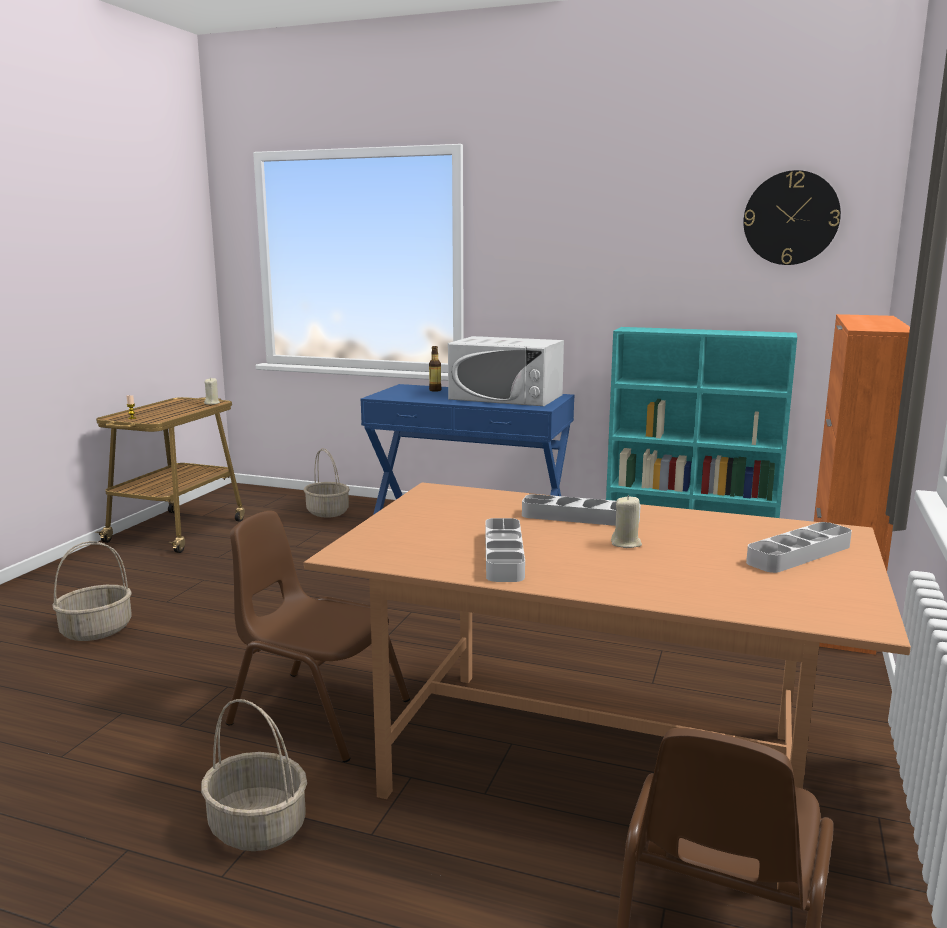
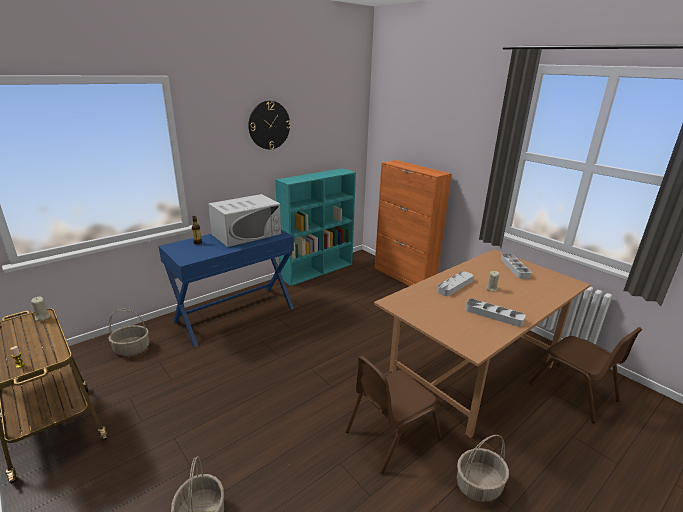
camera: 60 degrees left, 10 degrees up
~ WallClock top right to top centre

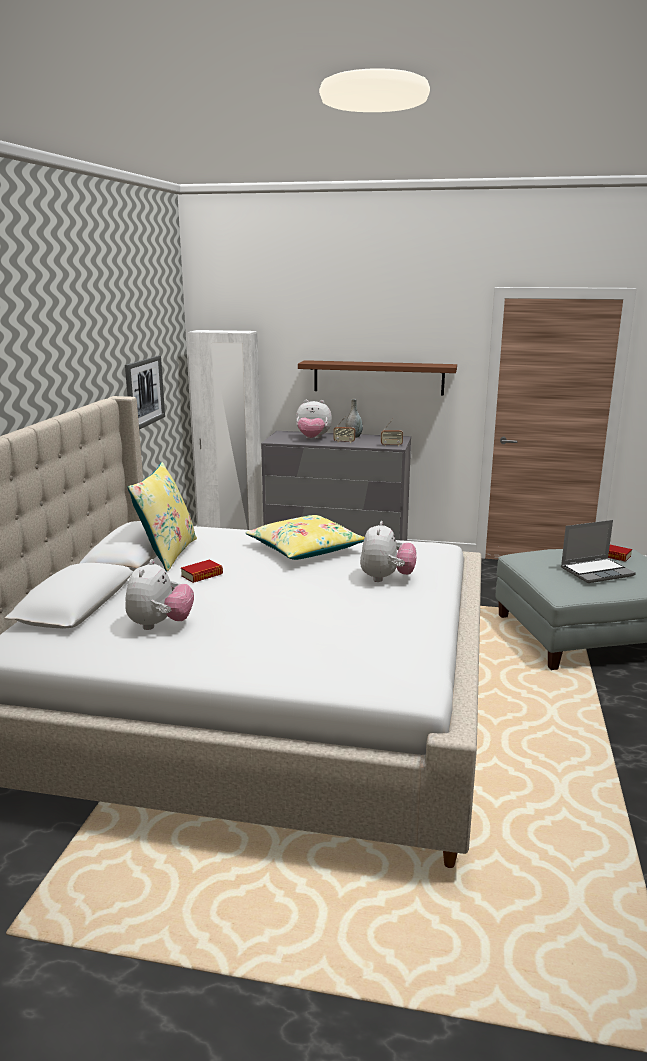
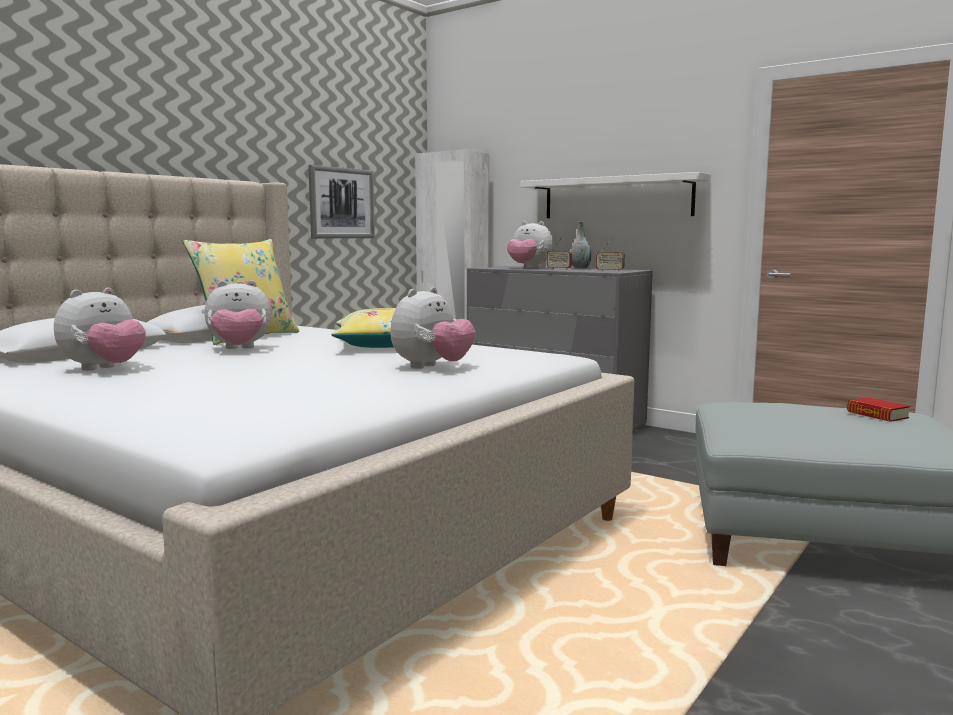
camera: 25 degrees right, 10 degrees down
~ BrownColouredBracketShelf centre to WhiteBracketShelf top centre
- NotebookComputer middle right
~ BoundBook (1st from left) middle left to SoftToy (2nd from left) middle left

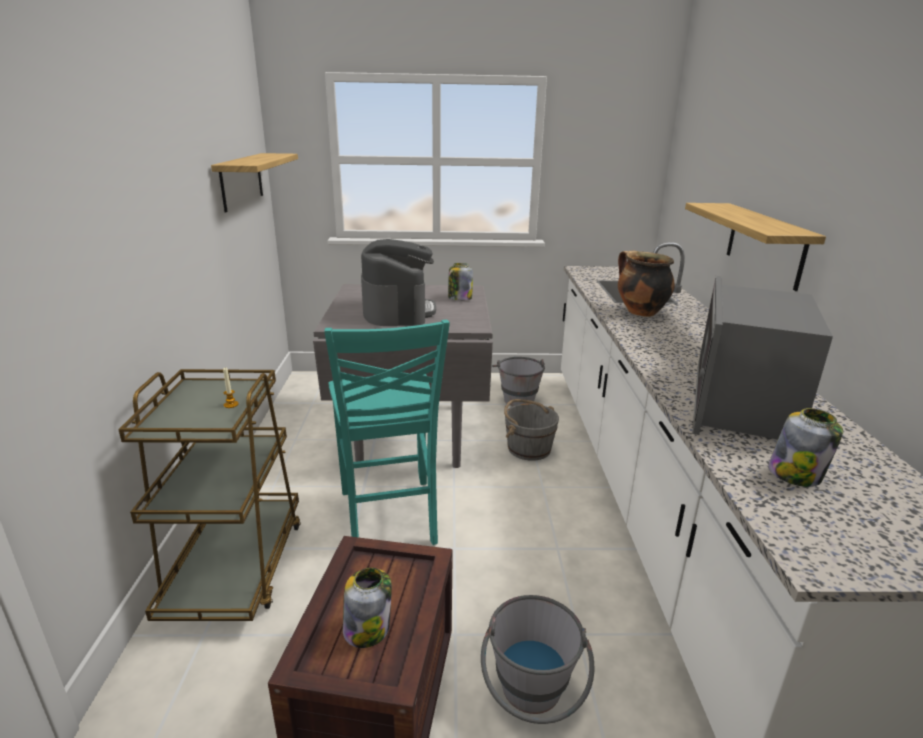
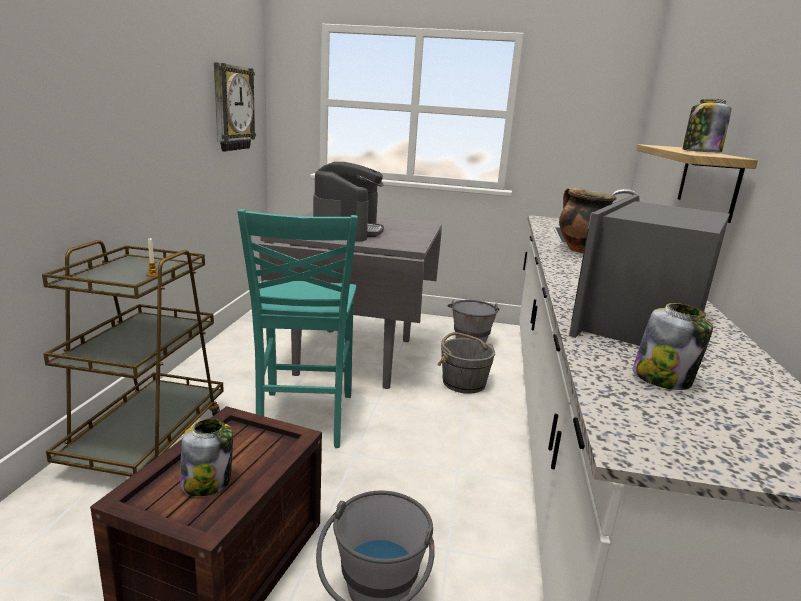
camera: 10 degrees right, 5 degrees down
~ BracketShelf (1st from left) top left to WallClock top left
~ Jar (2nd from left in the first image) centre to Jar (3rd from left) top right

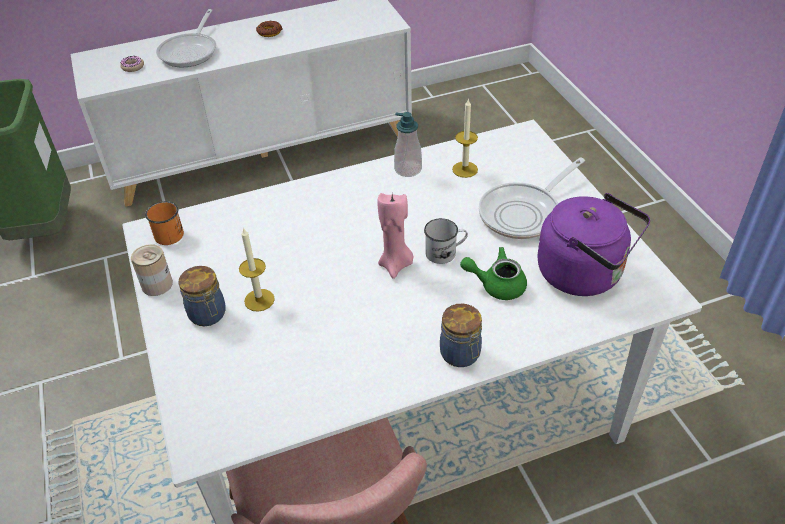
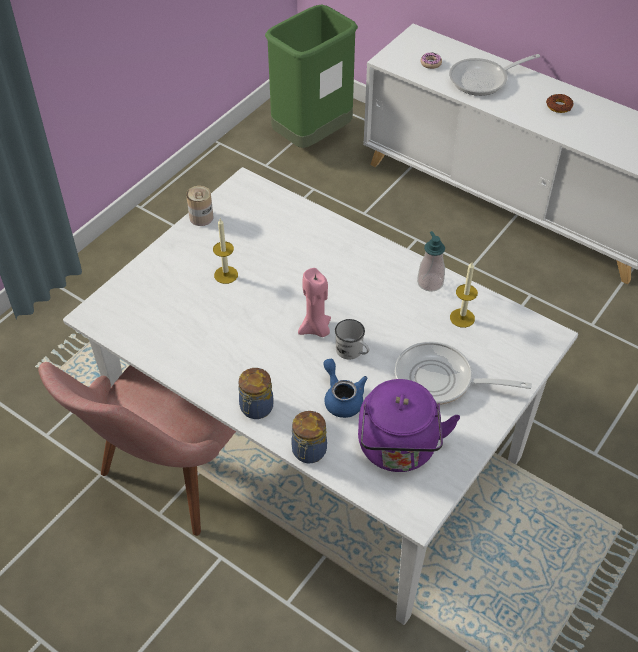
camera: 55 degrees right, 5 degrees up
- OrangeColouredCoffeeMug middle left
~ GreenishTeapot centre to BluishTeapot centre
~ Jar (1st from left in the first image) middle left to Jar (2nd from left) bottom centre

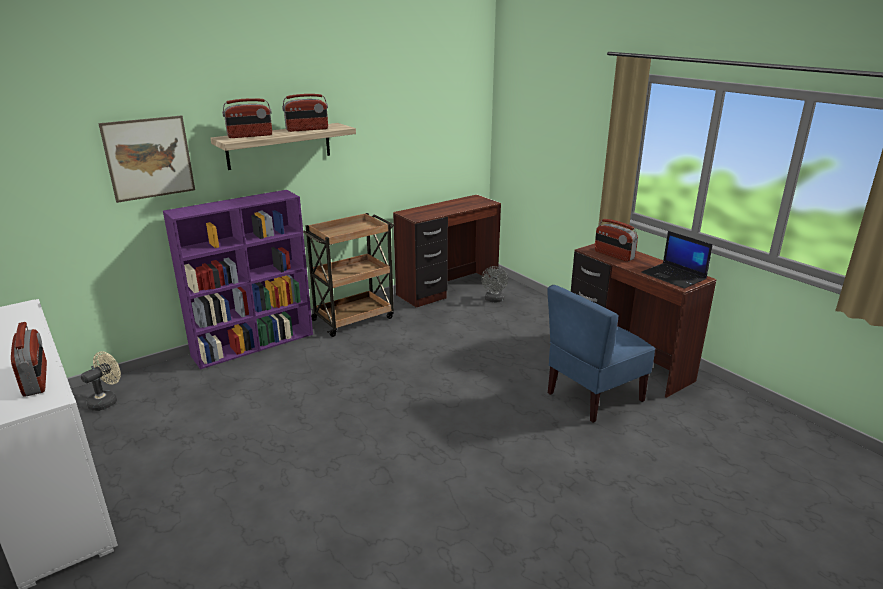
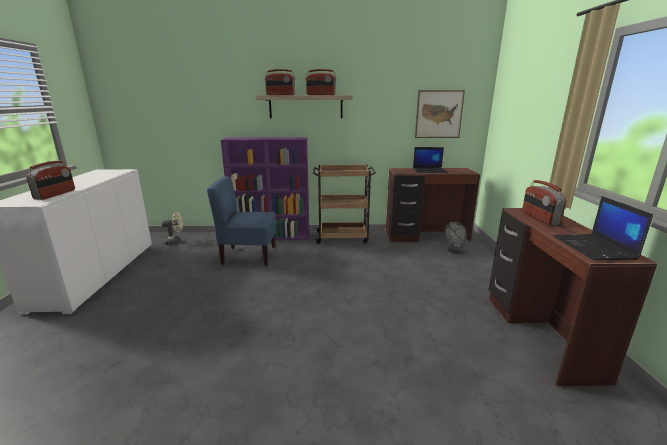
camera: 35 degrees right, 5 degrees down
~ Picture top left to top centre
~ BluishUprightChair middle right to centre
+ NotebookComputer (1st from left) centre

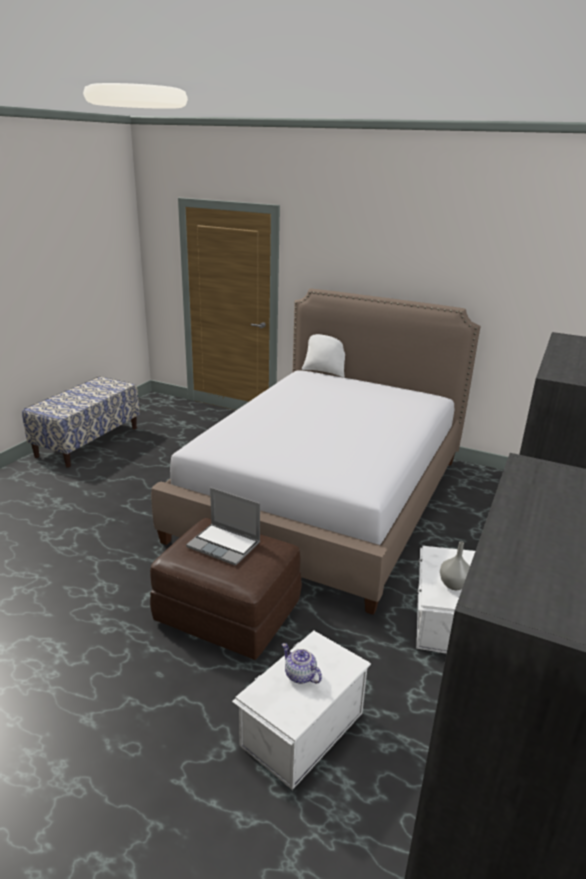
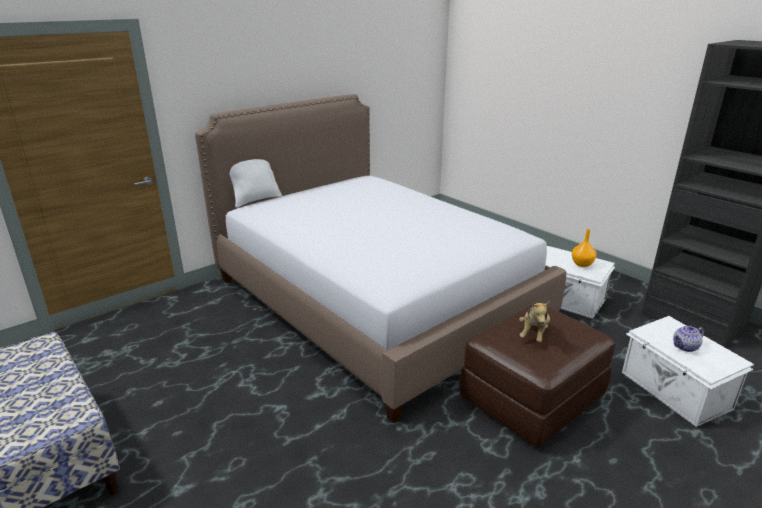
camera: 65 degrees left, 0 degrees up
~ NotebookComputer centre to SoftToy middle right
~ GrayDecorativeVase middle right to OrangeColouredDecorativeVase middle right

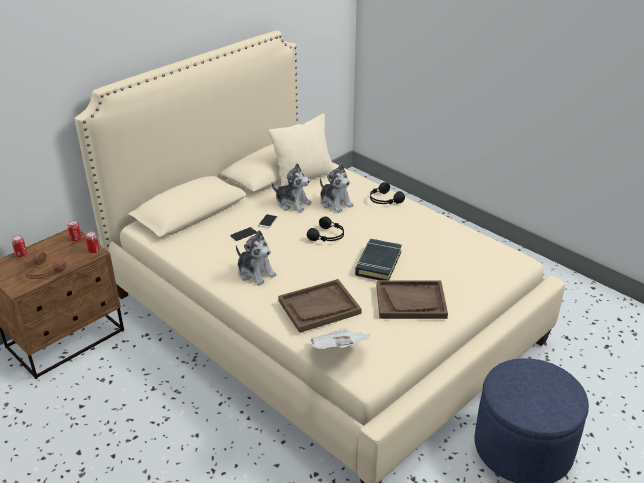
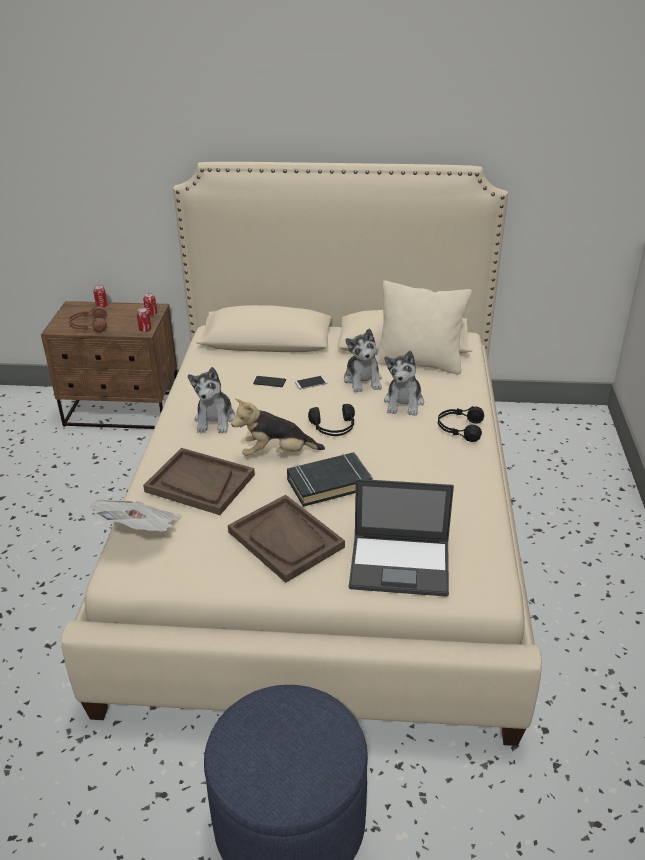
camera: 50 degrees right, 0 degrees up
+ SoftToy (2nd from left) centre
+ NotebookComputer centre

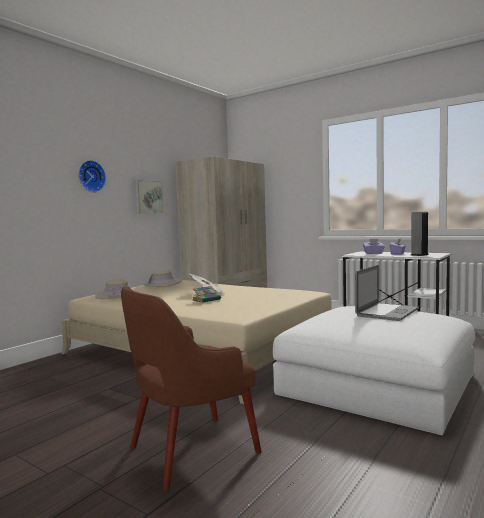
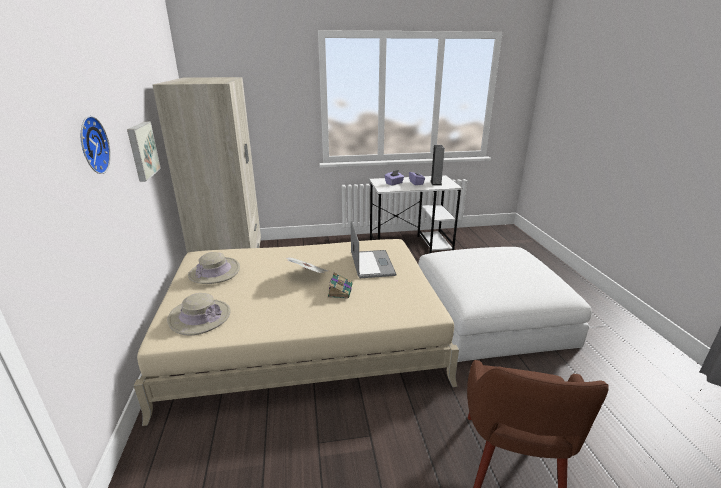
camera: 45 degrees left, 20 degrees up
~ NotebookComputer middle right to centre

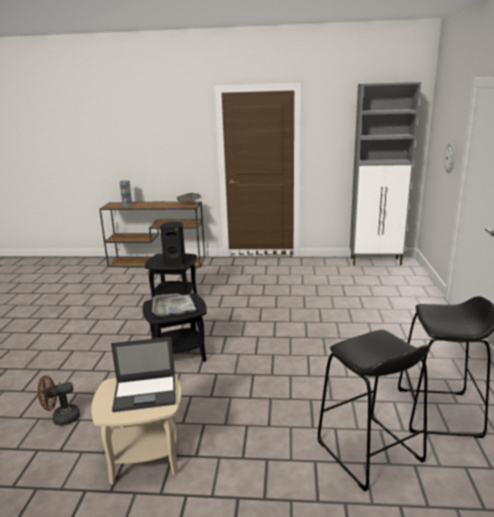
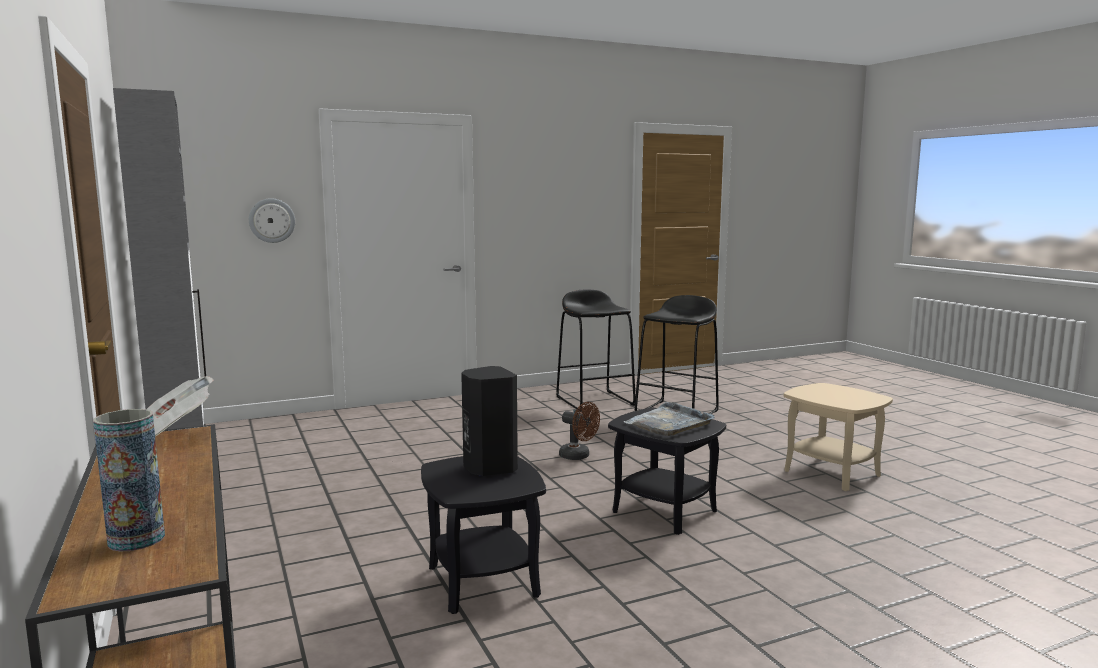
camera: 120 degrees left, 10 degrees down
- NotebookComputer bottom left
~ BrownColouredFan bottom left to centre

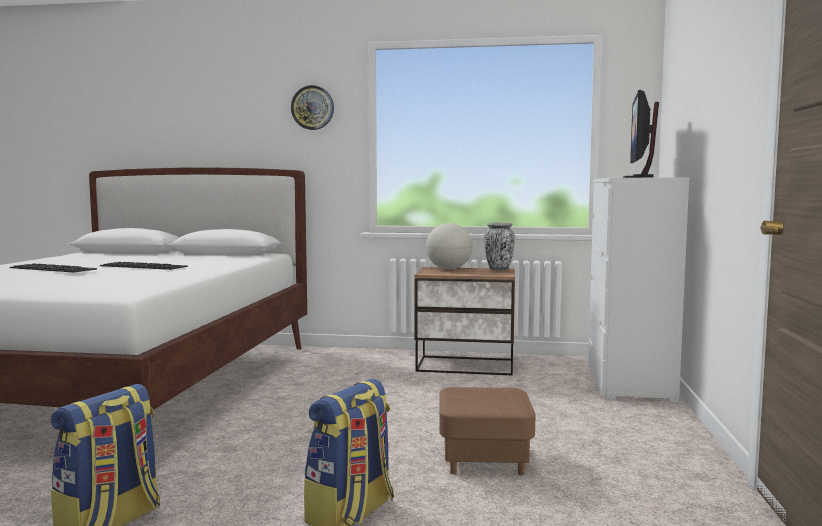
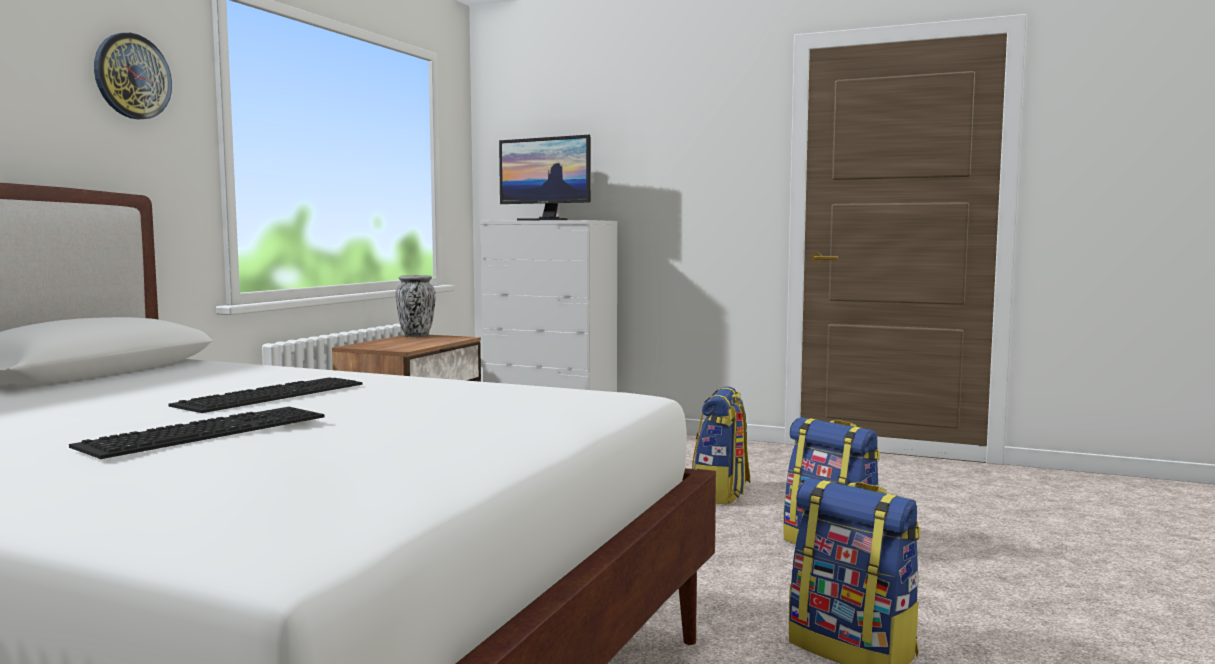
camera: 75 degrees left, 0 degrees up
- Globe centre
~ BrownColouredFootrest bottom centre to Backpack (1st from left) bottom centre

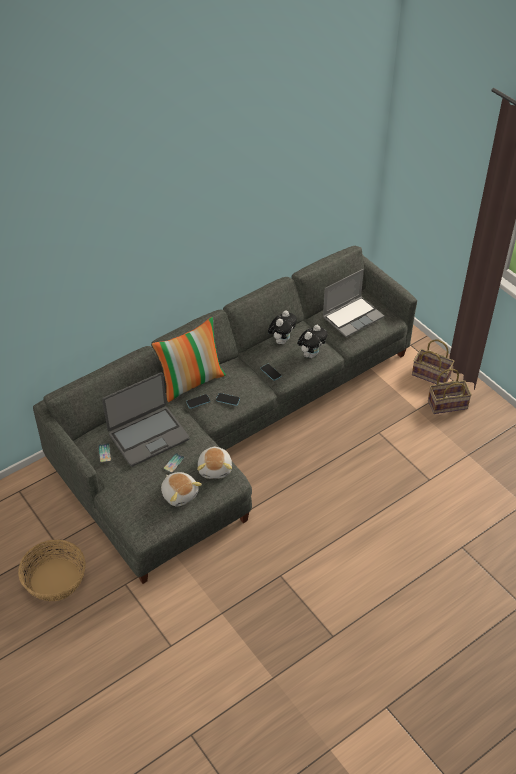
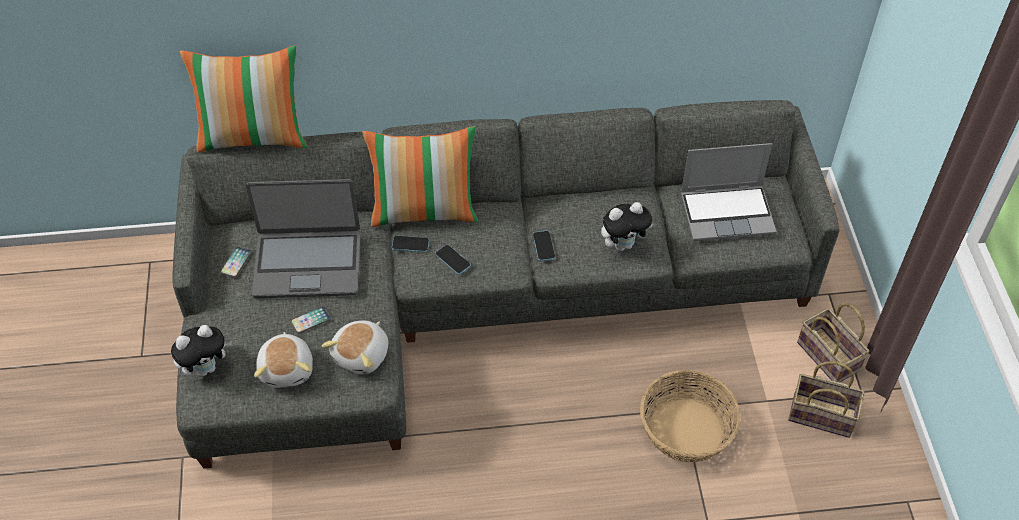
camera: 30 degrees right, 5 degrees up
~ SoftToy (3rd from left in the first image) centre to SoftToy (1st from left) bottom left
~ Basket (1st from left) bottom left to bottom right
+ Cushion (1st from left) top left

